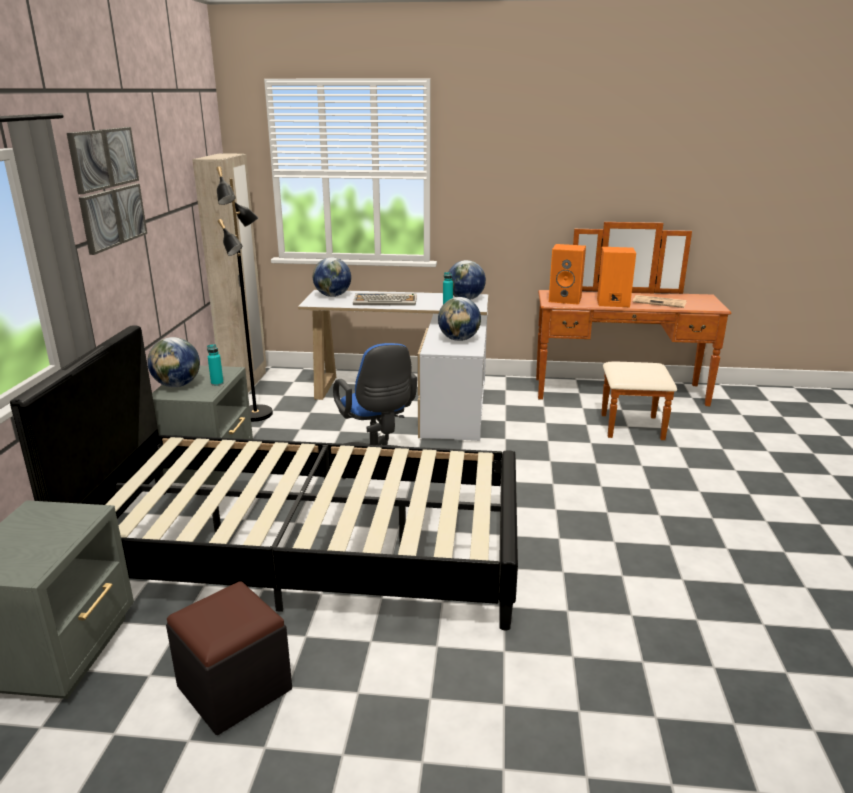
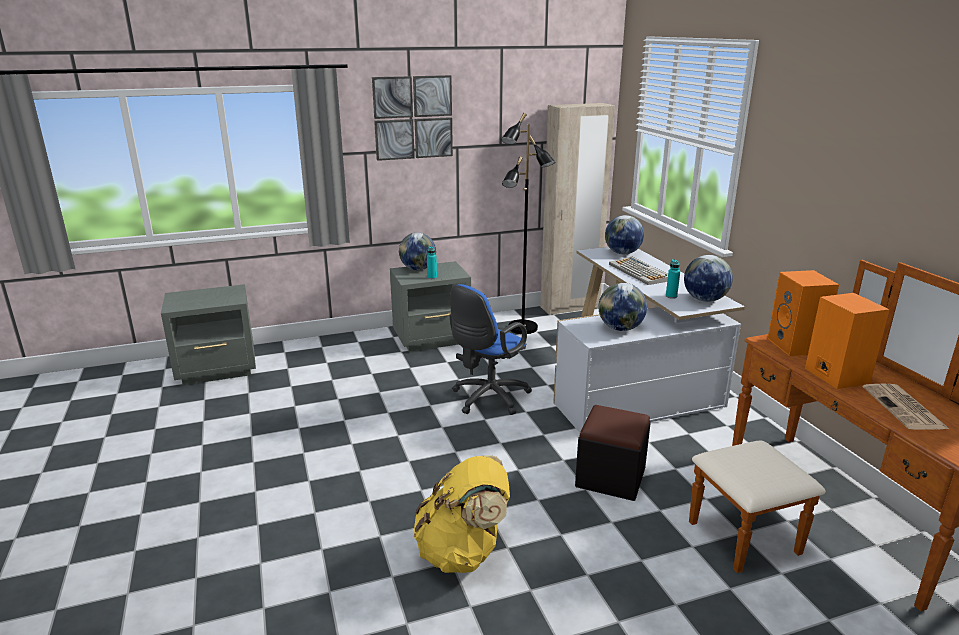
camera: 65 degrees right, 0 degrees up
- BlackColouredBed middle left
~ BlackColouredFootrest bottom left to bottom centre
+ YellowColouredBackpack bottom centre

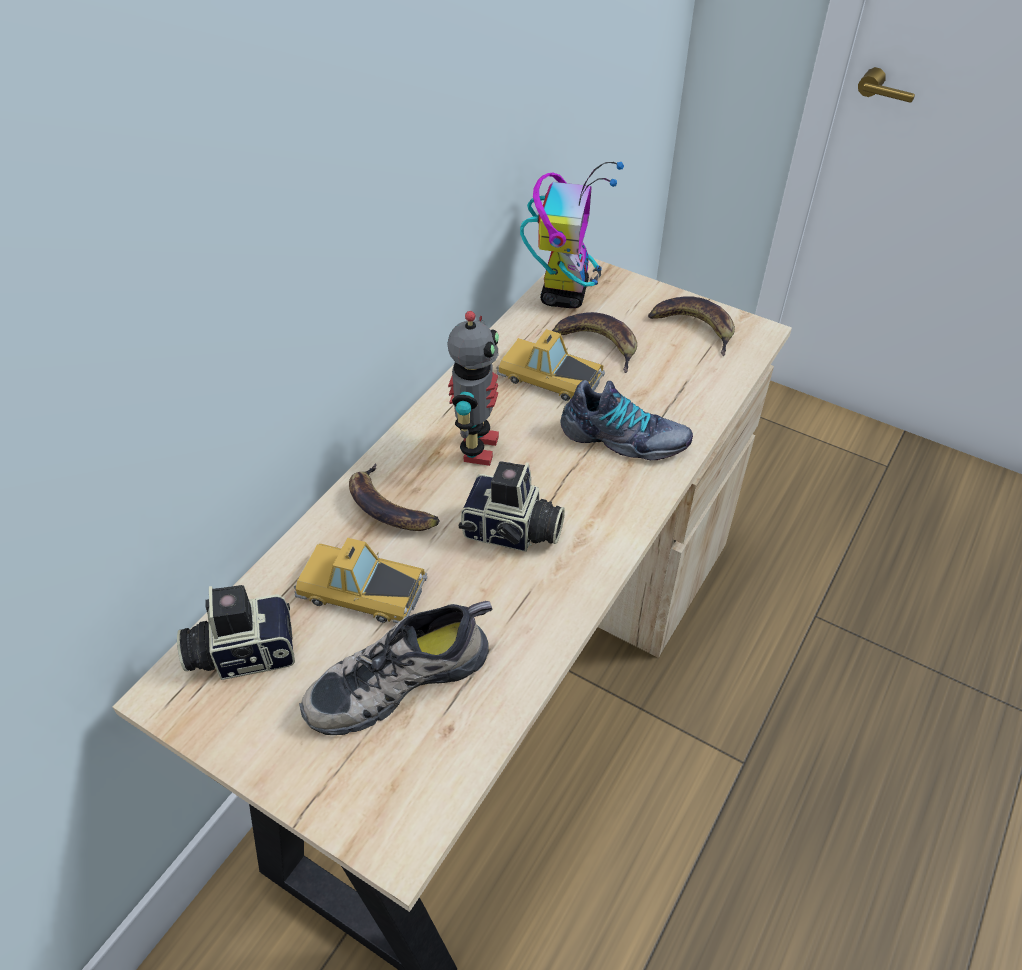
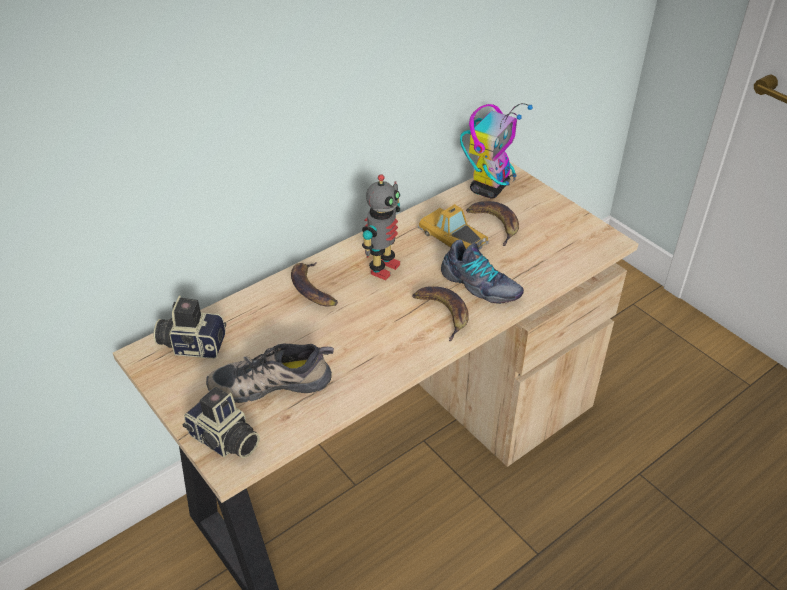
camera: 20 degrees right, 5 degrees down
~ Banana (3rd from left in the first image) middle right to Banana (2nd from left) centre
~ StillCamera (2nd from left) centre to bottom left
- ModelCar (1st from left) centre

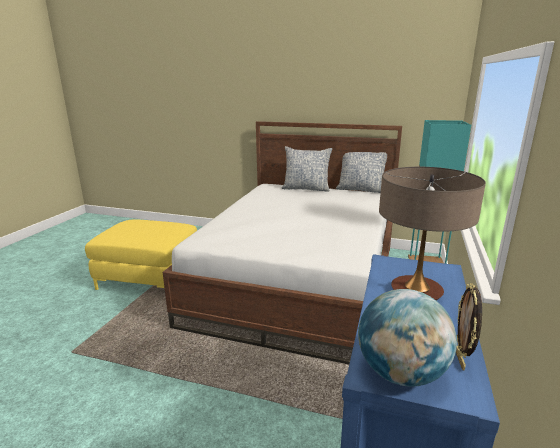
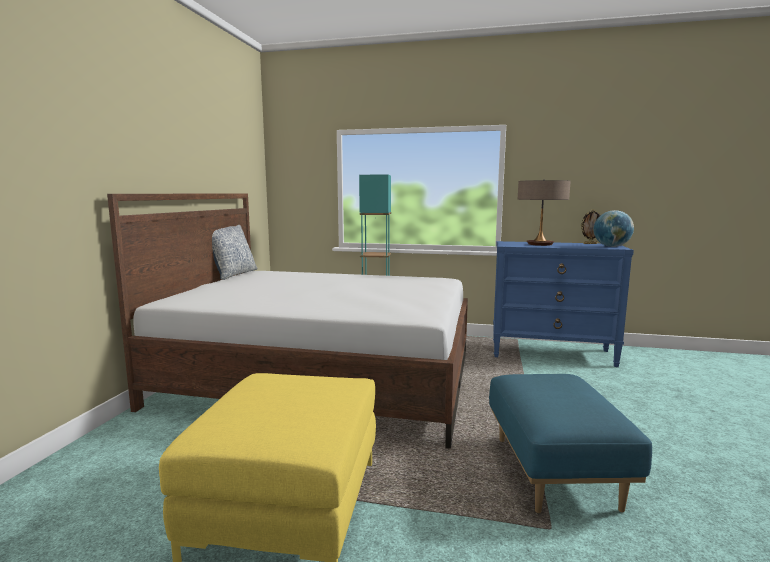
camera: 95 degrees left, 10 degrees down
- Cushion (1st from left) centre
+ BluishFootrest bottom right

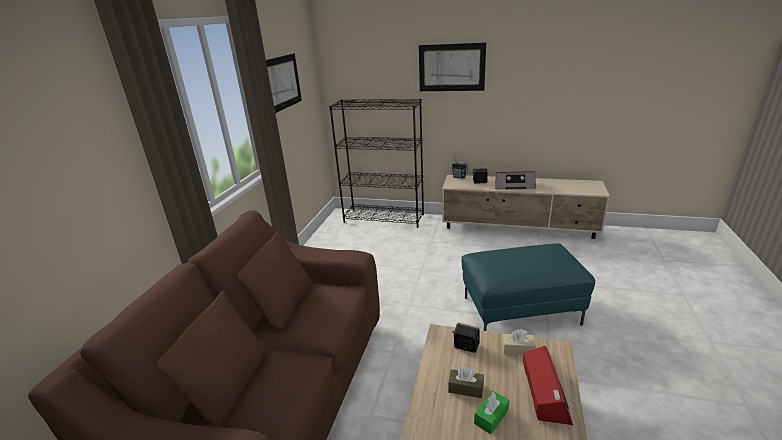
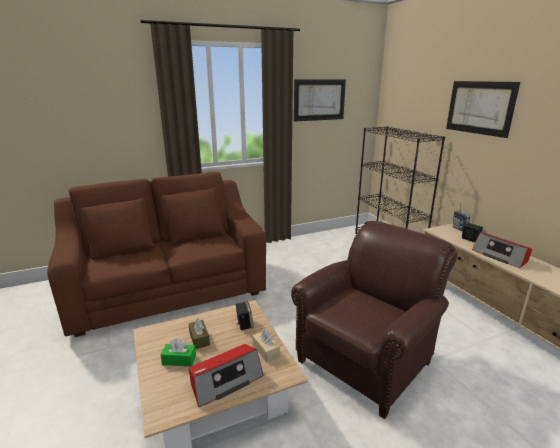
camera: 50 degrees right, 5 degrees down
~ TurquoiseFootrest middle right to BrownColouredLoungeChair bottom right

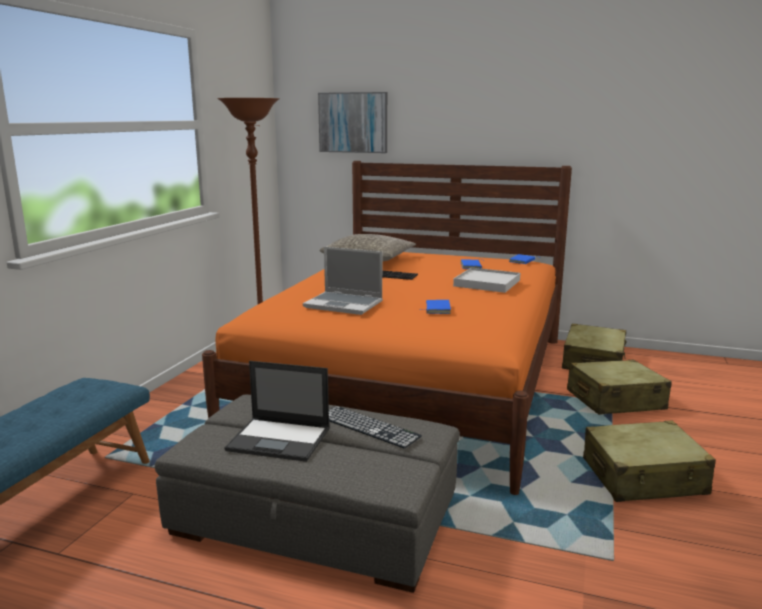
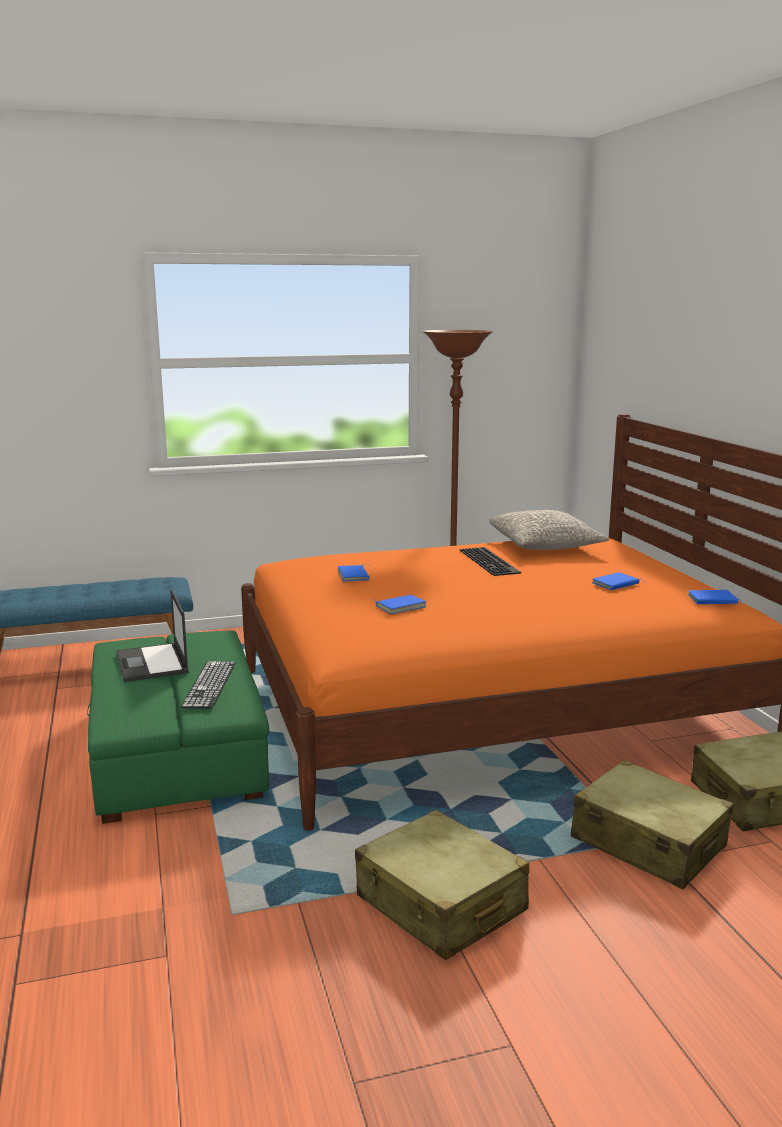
camera: 55 degrees right, 0 degrees up
- Picture top centre
~ NotebookComputer (2nd from left) centre to BluishBoundBook (1st from left) centre
- WhiteCarryingTray centre
~ GrayFootrest bottom centre to GreenishFootrest middle left

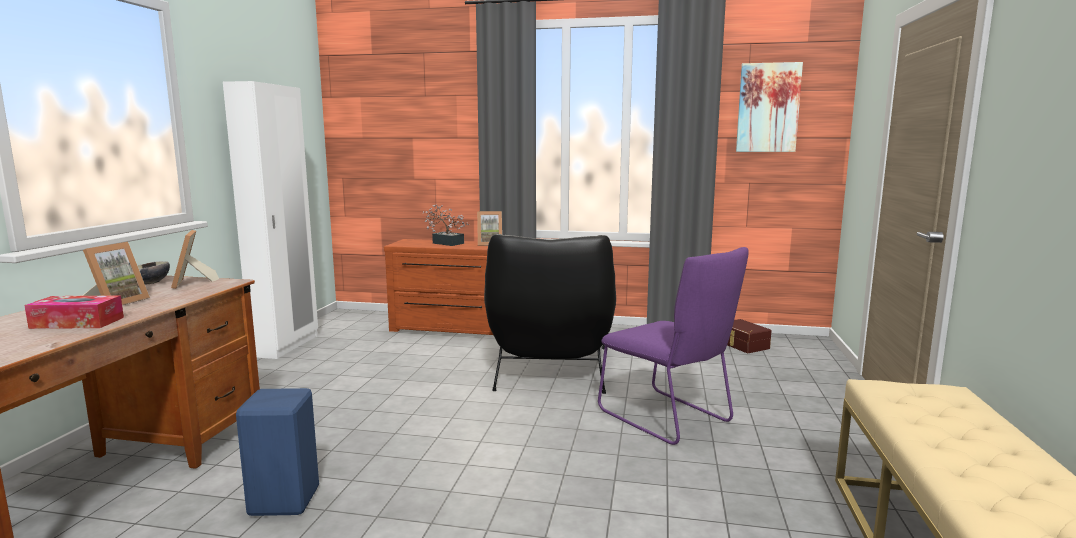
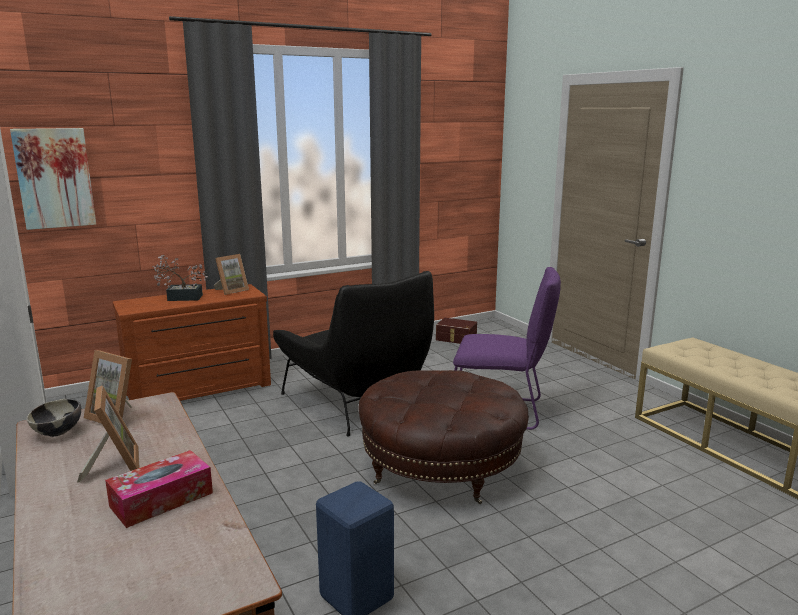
camera: 40 degrees left, 5 degrees up
~ Picture top right to top left
+ BrownColouredFootrest bottom centre

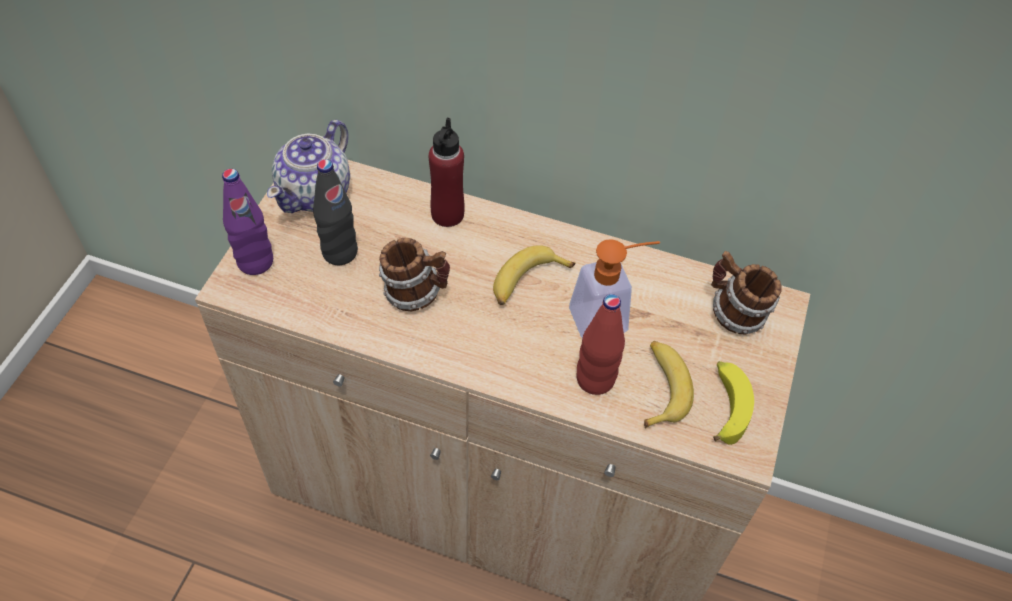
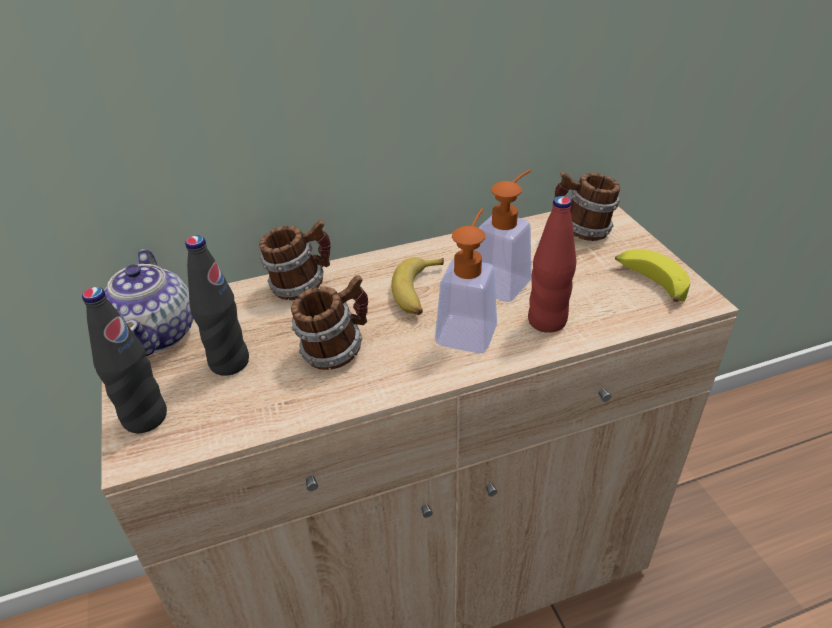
camera: 35 degrees left, 15 degrees down
~ ReddishBeverageBottle (1st from left) top centre to CoffeeMug (1st from left) centre
~ PurplishBeverageBottle middle left to BlackColouredBeverageBottle (1st from left) middle left
- Banana (2nd from left) centre
+ SoapBottle (1st from left) centre

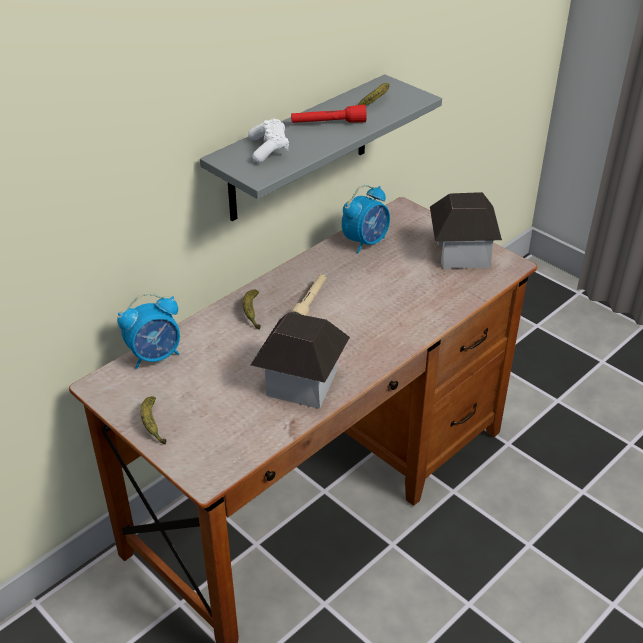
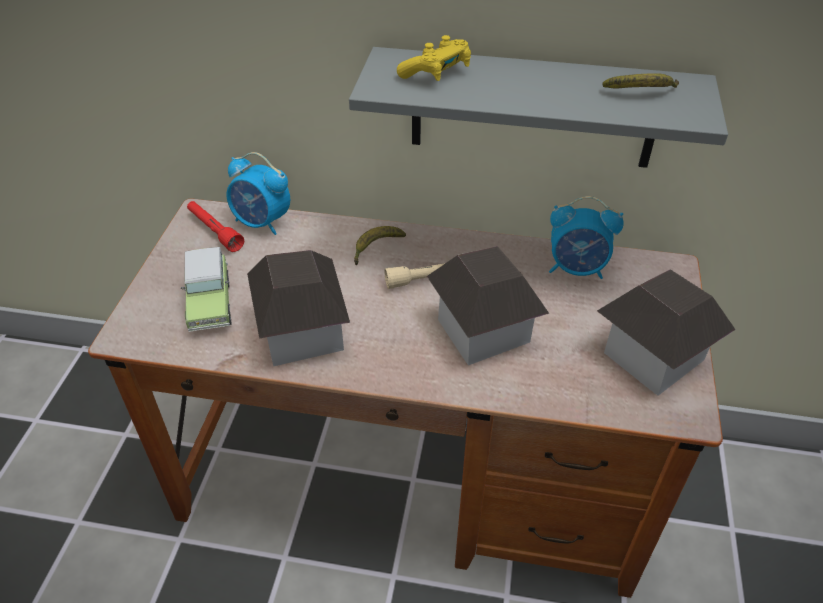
camera: 55 degrees right, 5 degrees up
~ ReddishHandTorch top centre to middle left
~ WhiteJoypad top centre to YellowColouredJoypad top centre
- Banana (1st from left) middle left
+ MiniatureHouse (2nd from left) centre
+ ModelCar middle left

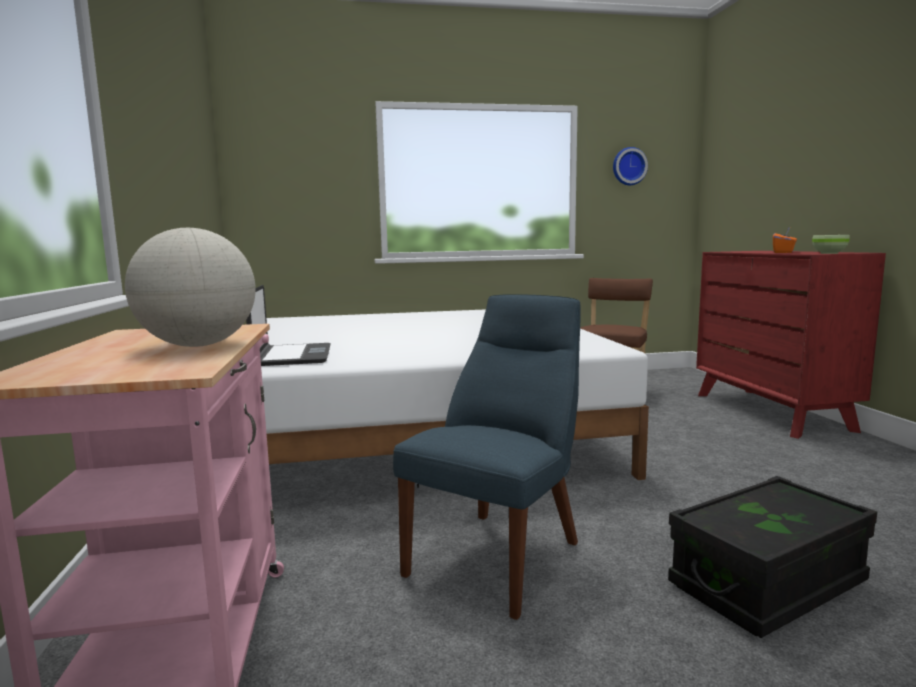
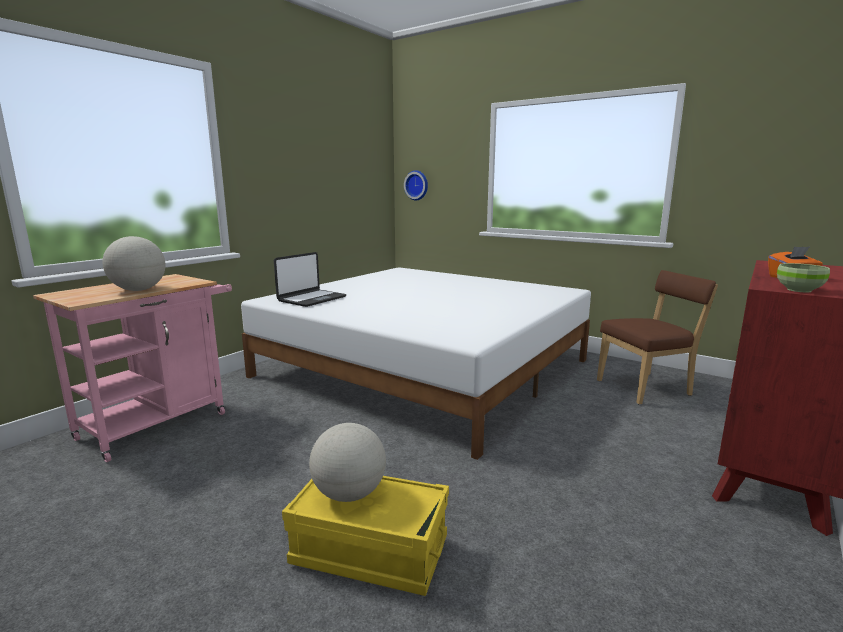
camera: 45 degrees right, 5 degrees up
~ WallClock top right to top centre
- BluishUprightChair centre
~ BlackColouredStorageBox bottom right to YellowColouredStorageBox bottom centre
+ Globe (2nd from left) bottom centre

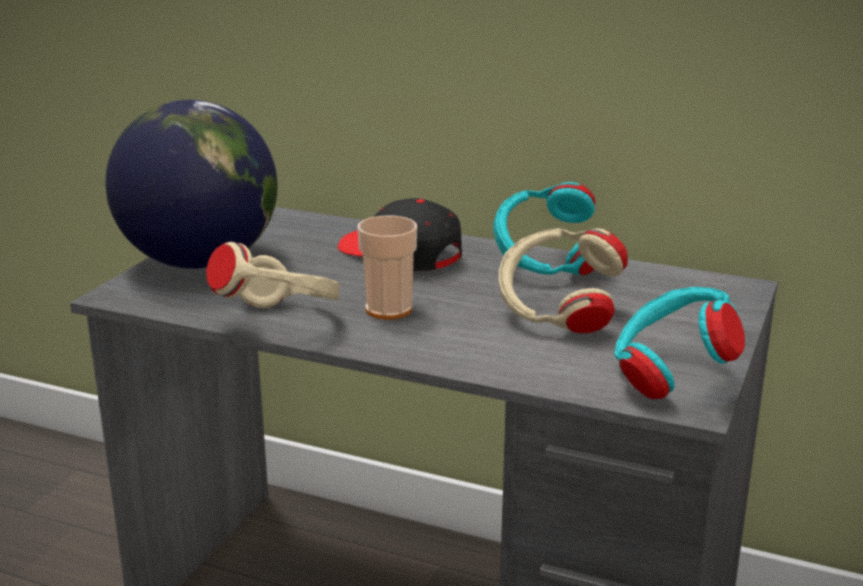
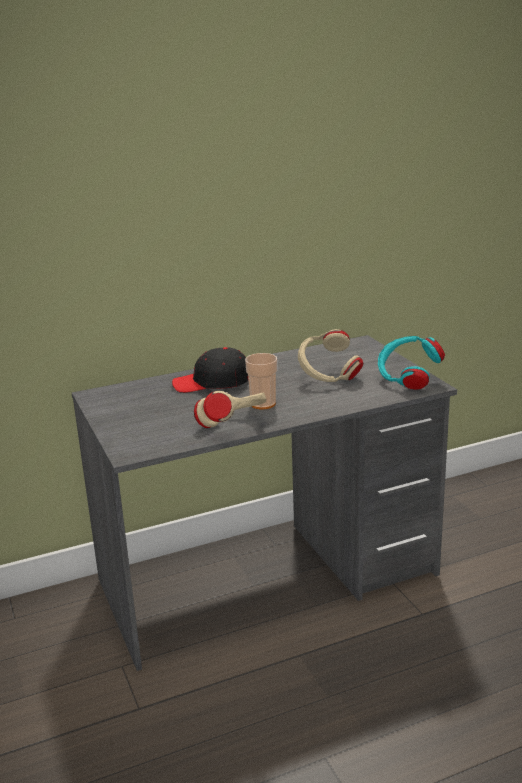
camera: 45 degrees left, 0 degrees up
- Globe top left
- TurquoiseHeadset (1st from left) centre

